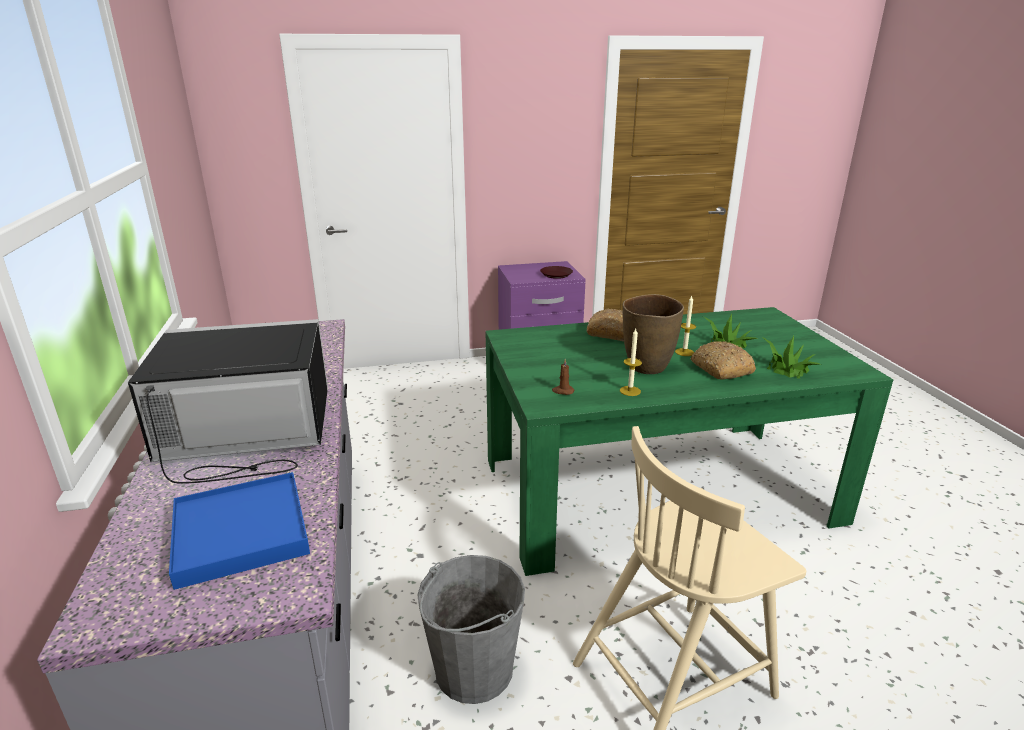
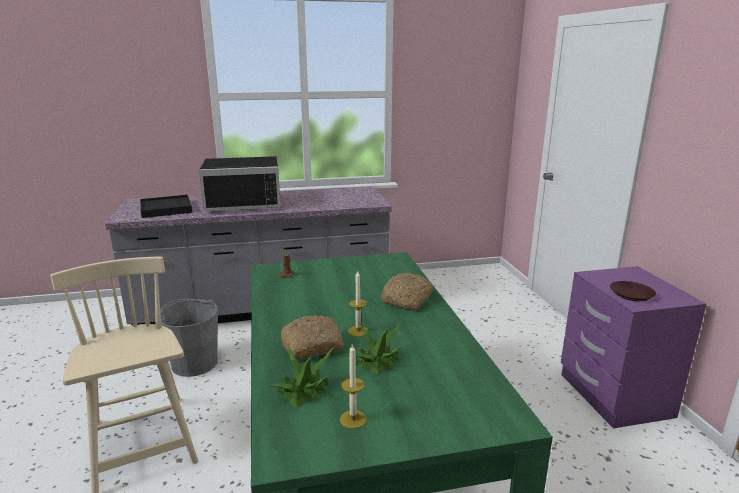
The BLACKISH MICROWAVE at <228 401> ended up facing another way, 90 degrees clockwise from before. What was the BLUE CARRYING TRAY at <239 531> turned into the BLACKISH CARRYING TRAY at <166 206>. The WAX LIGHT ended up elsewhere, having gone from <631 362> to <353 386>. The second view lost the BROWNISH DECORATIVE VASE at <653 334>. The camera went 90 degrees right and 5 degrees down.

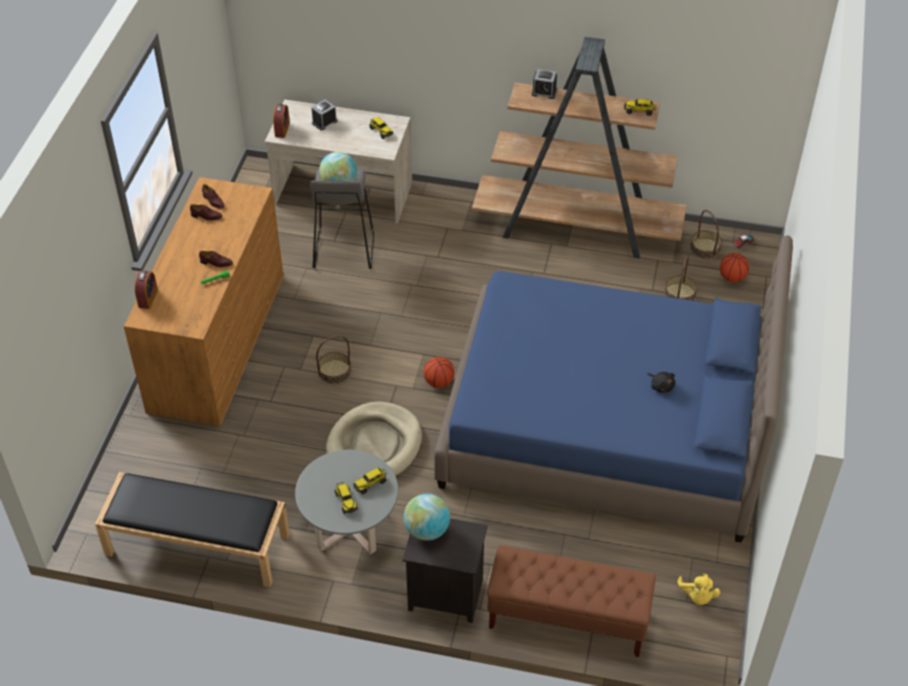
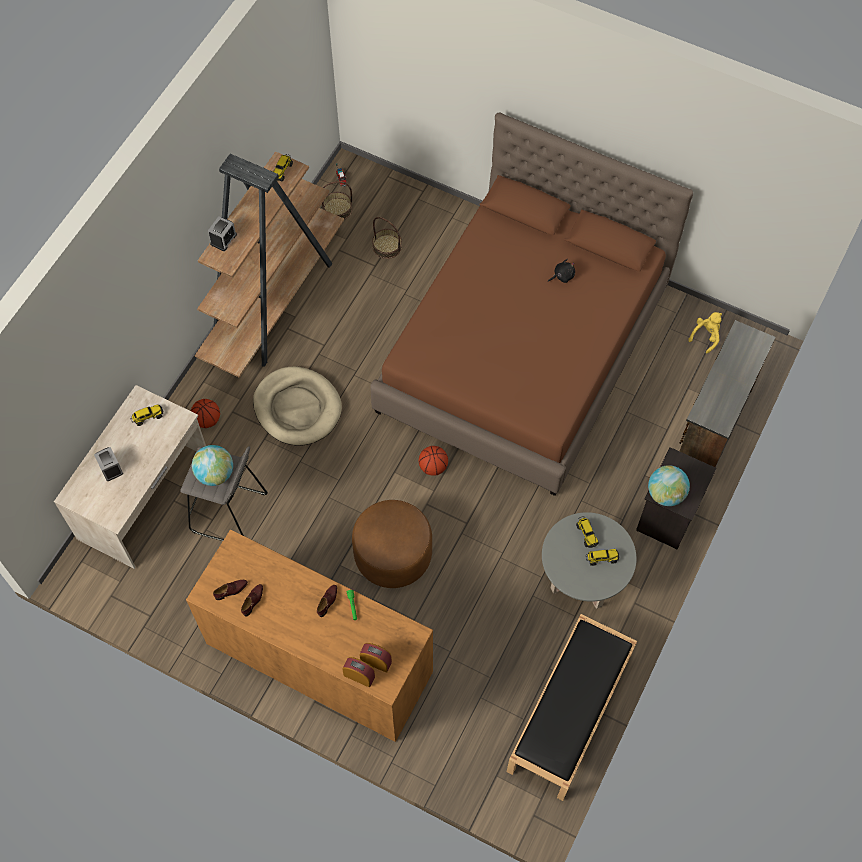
The TABLE CLOCK ended up elsewhere, having gone from <281 121> to <375 658>. Where the STORAGE BASKET stood at <333 359>, the BROWNISH OTTOMAN came to stand at <392 544>. The BEIGE DOG CUSHION ended up elsewhere, having gone from <374 438> to <297 405>. What was the BLUE BED at <613 389> turned into the BROWNISH BED at <531 304>. Where the BROWNISH INDOOR BENCH stood at <571 601>, the BROWNISH DRAWER CHEST came to stand at <727 394>. The YELLOW-COLOURED SOFT TOY at <698 589> ended up facing another way, 60 degrees counterclockwise from before. The BASKETBALL ended up elsewhere, having gone from <734 267> to <205 413>. The camera went 75 degrees left and 15 degrees up.

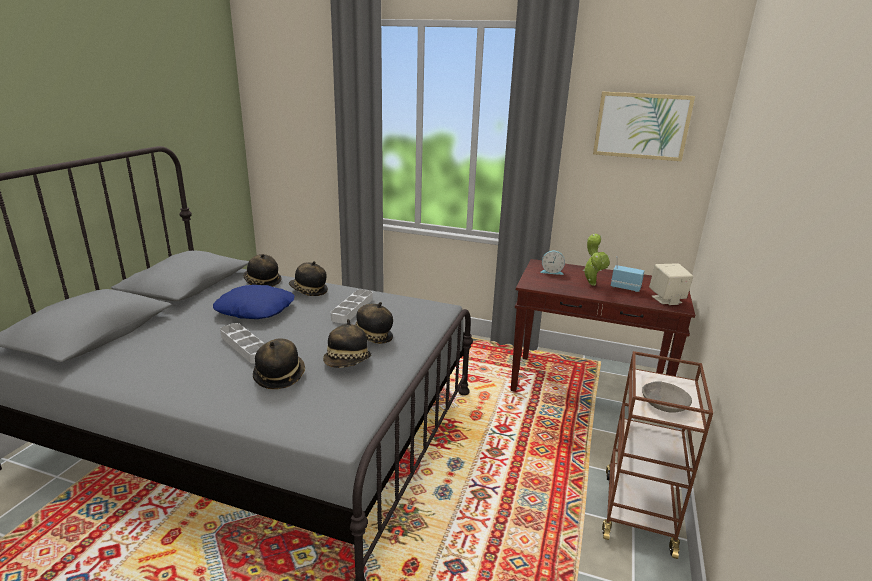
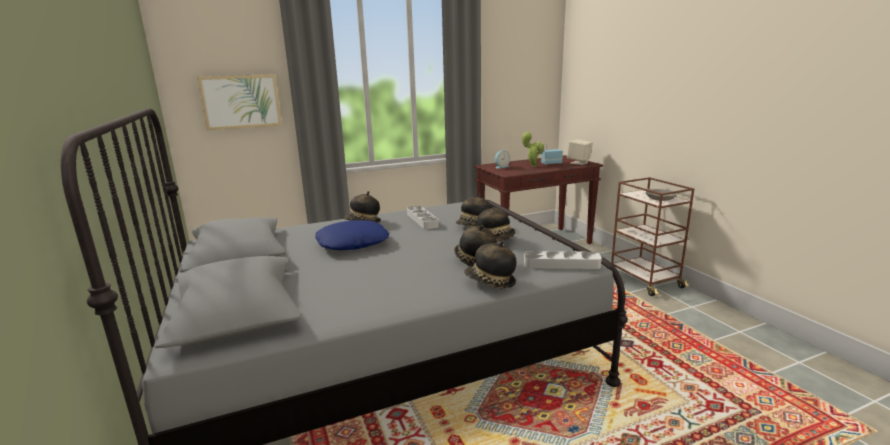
The GREY CARRYING TRAY ended up elsewhere, having gone from <242 343> to <563 260>. The HAT ended up elsewhere, having gone from <262 270> to <490 265>. The WALL PICTURE ended up elsewhere, having gone from <644 126> to <239 102>. The camera went 40 degrees left and 5 degrees down.

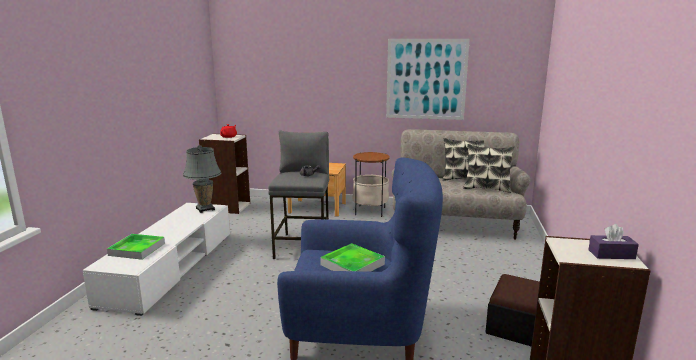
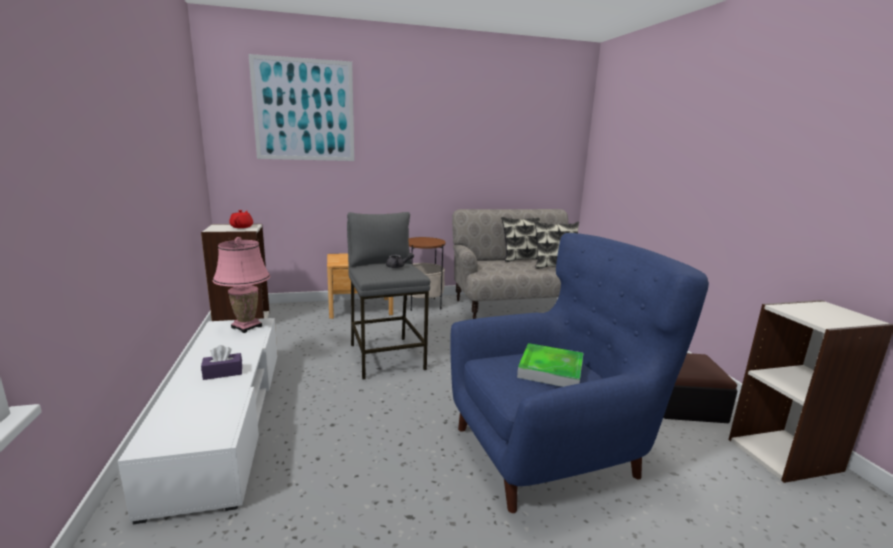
The second view lost the CARRYING TRAY at <136 247>. What was the GREY TABLETOP LAMP at <202 179> turned into the PINK TABLETOP LAMP at <241 285>. The WALL PICTURE ended up elsewhere, having gone from <428 79> to <301 107>. The PURPLISH BOX OF TISSUES ended up elsewhere, having gone from <613 241> to <221 362>. The camera went 25 degrees left and 0 degrees up.

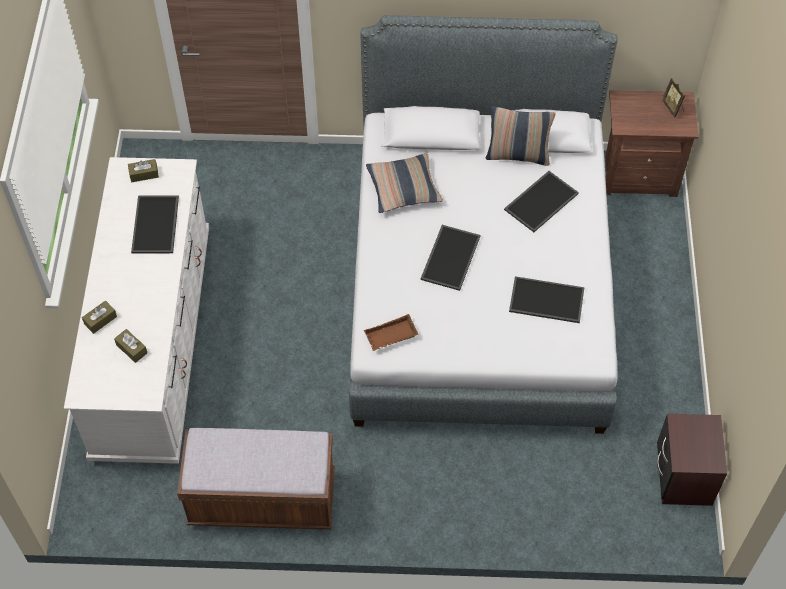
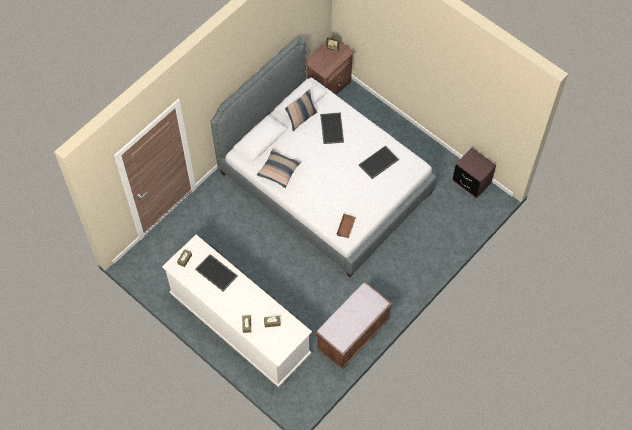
The second view lost the CARRYING TRAY at <451 258>. The camera went 50 degrees left and 5 degrees up.

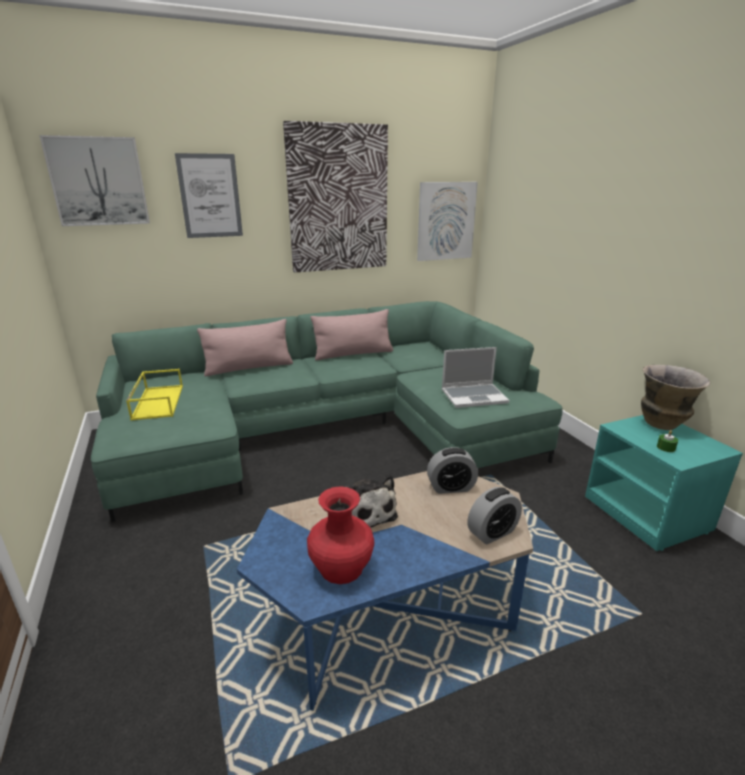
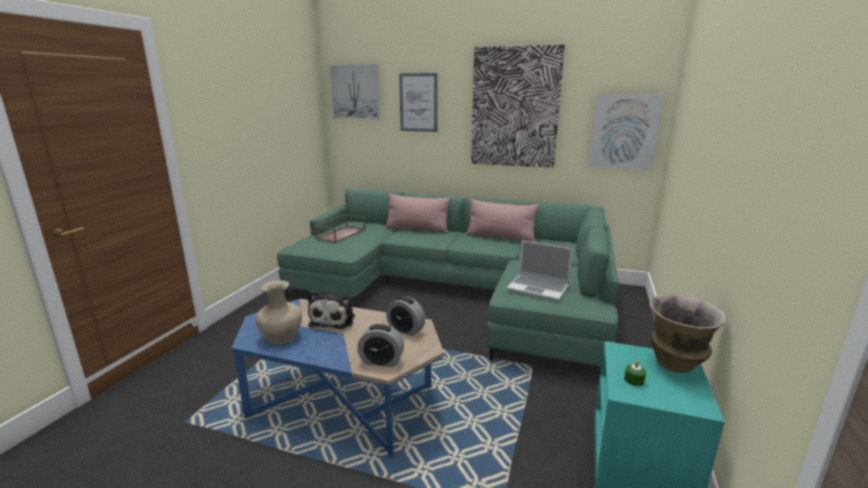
What was the YELLOW-COLOURED CARRYING TRAY at <154 395> turned into the BROWNISH CARRYING TRAY at <340 228>. What was the REDDISH DECORATIVE VASE at <340 535> turned into the BEIGE DECORATIVE VASE at <279 312>. The camera went 40 degrees right and 5 degrees down.

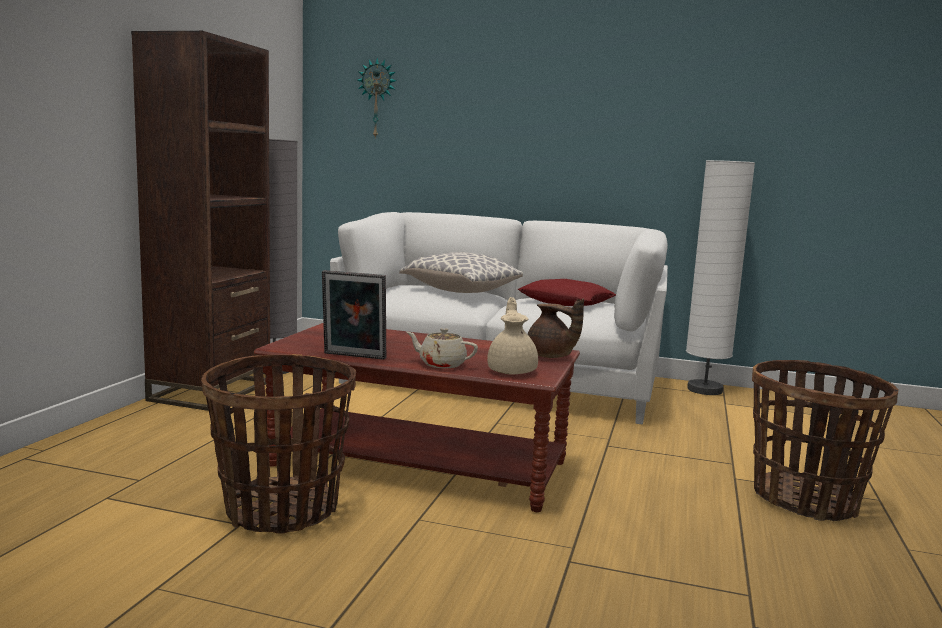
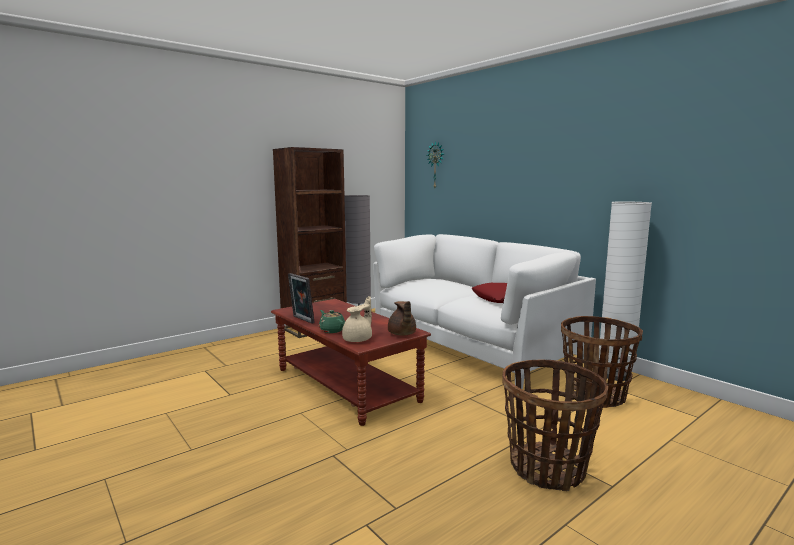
The STORAGE BASKET ended up elsewhere, having gone from <278 444> to <602 362>. The second view lost the CUSHION at <461 272>. What was the BEIGE POT FOR TEA at <442 348> turned into the GREEN POT FOR TEA at <332 321>. The camera went 35 degrees right and 0 degrees up.

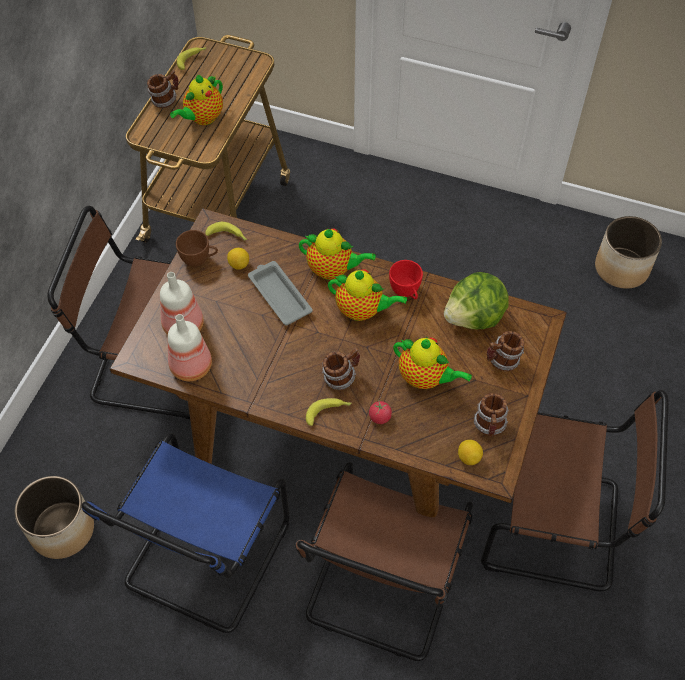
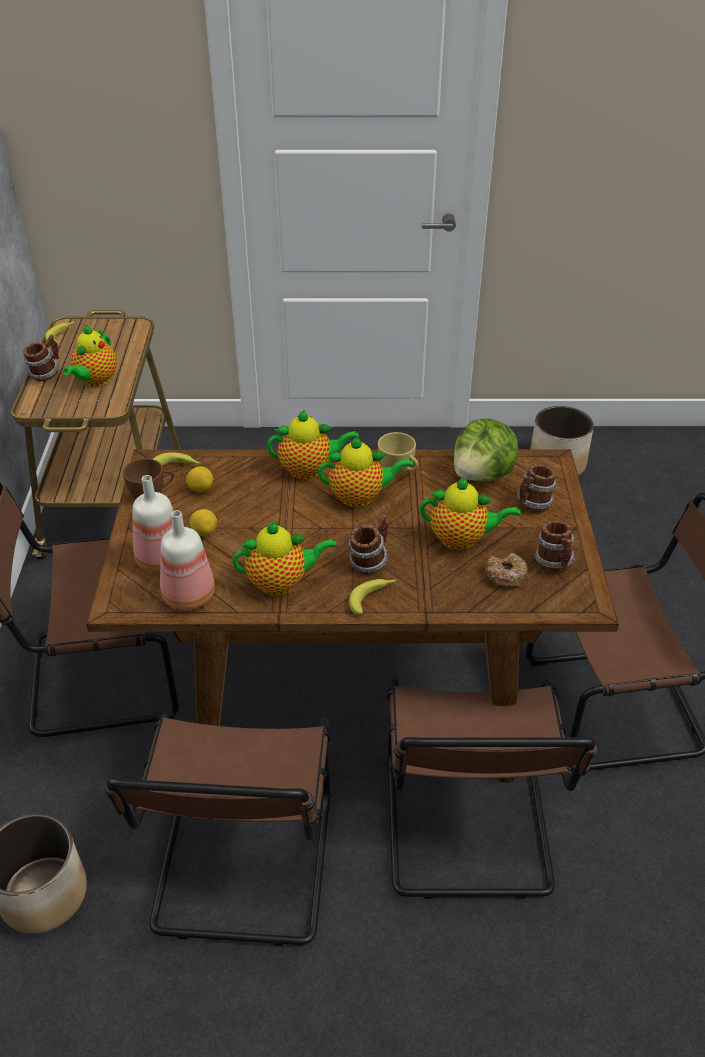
What was the BLUE UPRIGHT CHAIR at <186 533> turned into the BROWNISH UPRIGHT CHAIR at <217 827>. The second view lost the GREY CARRYING TRAY at <280 293>. The second view lost the WHOLE TOMATO at <380 411>. What was the REDDISH CUP at <406 279> turned into the YELLOW-COLOURED CUP at <398 453>. The LEMON ended up elsewhere, having gone from <470 452> to <203 522>. The second view gained the POT FOR TEA at <284 558>. The second view gained the DONUT at <507 571>. The camera went 20 degrees left and 15 degrees down.

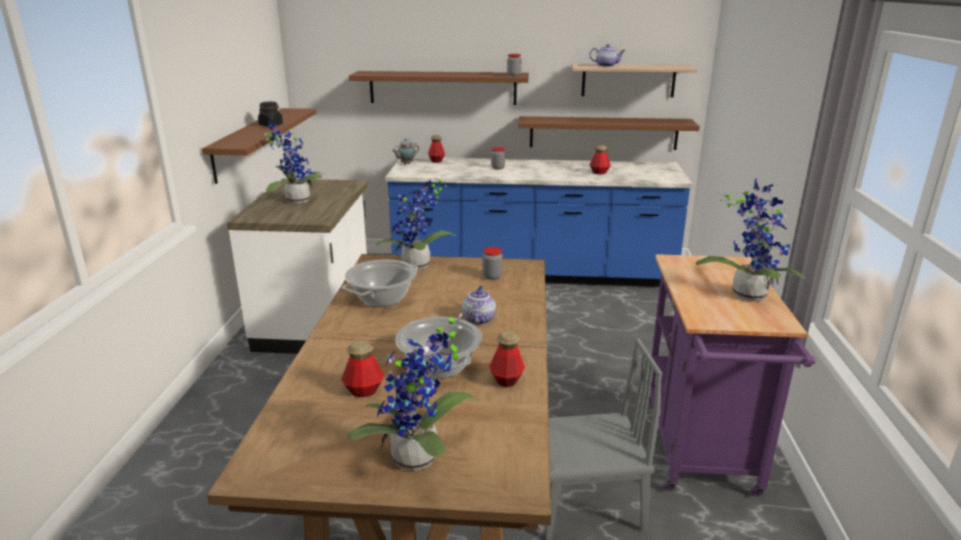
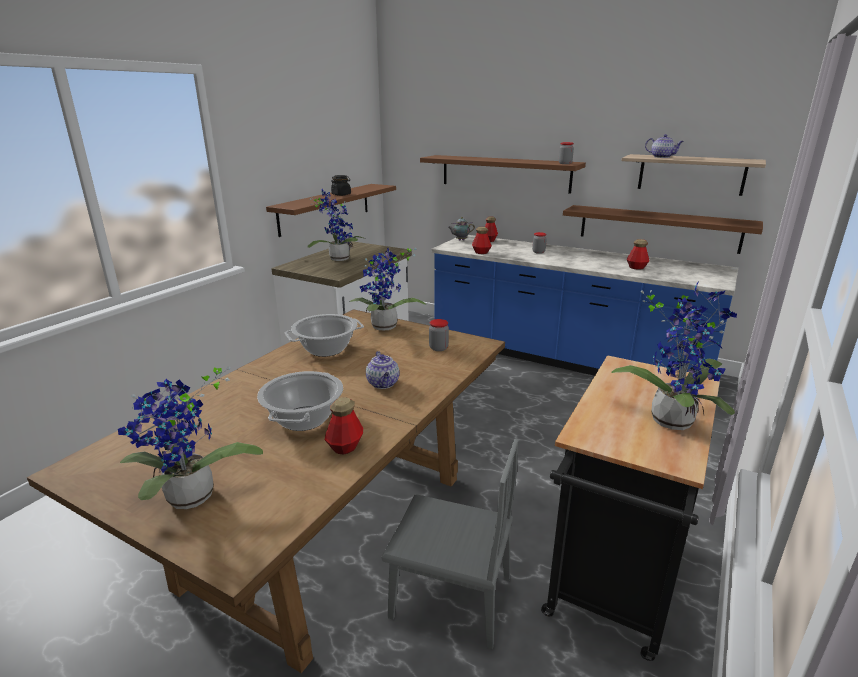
The BOTTLE ended up elsewhere, having gone from <363 369> to <482 240>. The POT FOR TEA at <479 305> ended up facing another way, 135 degrees clockwise from before. What was the PURPLISH TROLLEY at <730 375> turned into the BLACKISH TROLLEY at <630 508>. The camera went 25 degrees right and 0 degrees up.

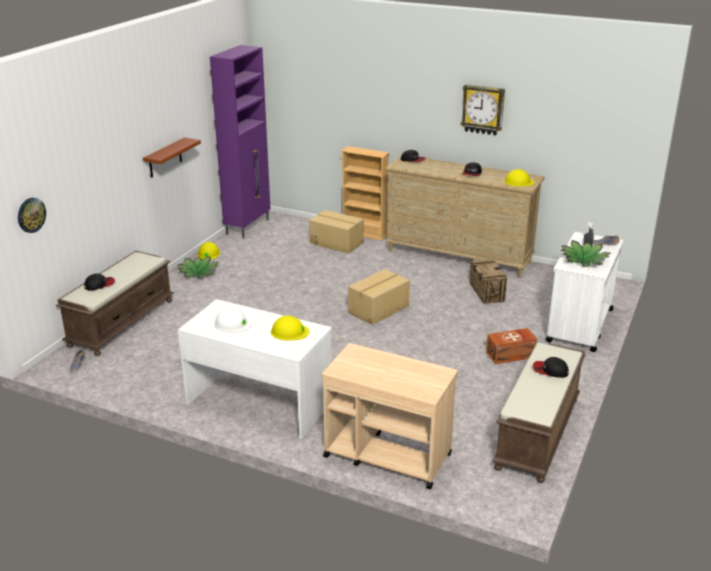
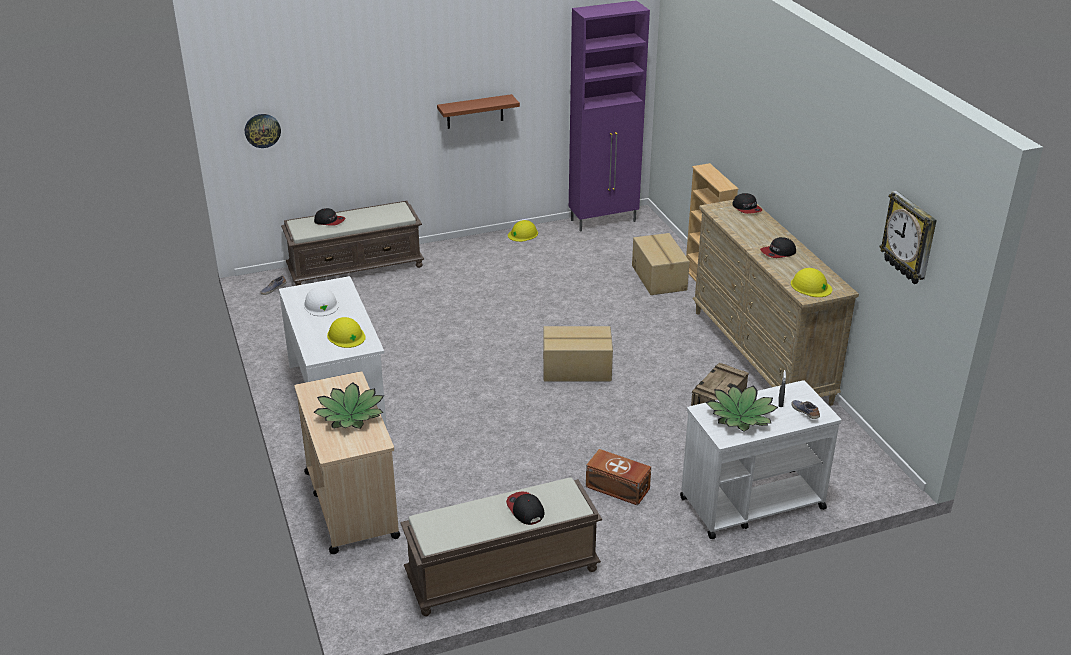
The POTTED PLANT ended up elsewhere, having gone from <198 267> to <348 405>. The CLOCK ON THE WALL ended up elsewhere, having gone from <483 110> to <908 237>. The camera went 45 degrees right and 5 degrees up.

